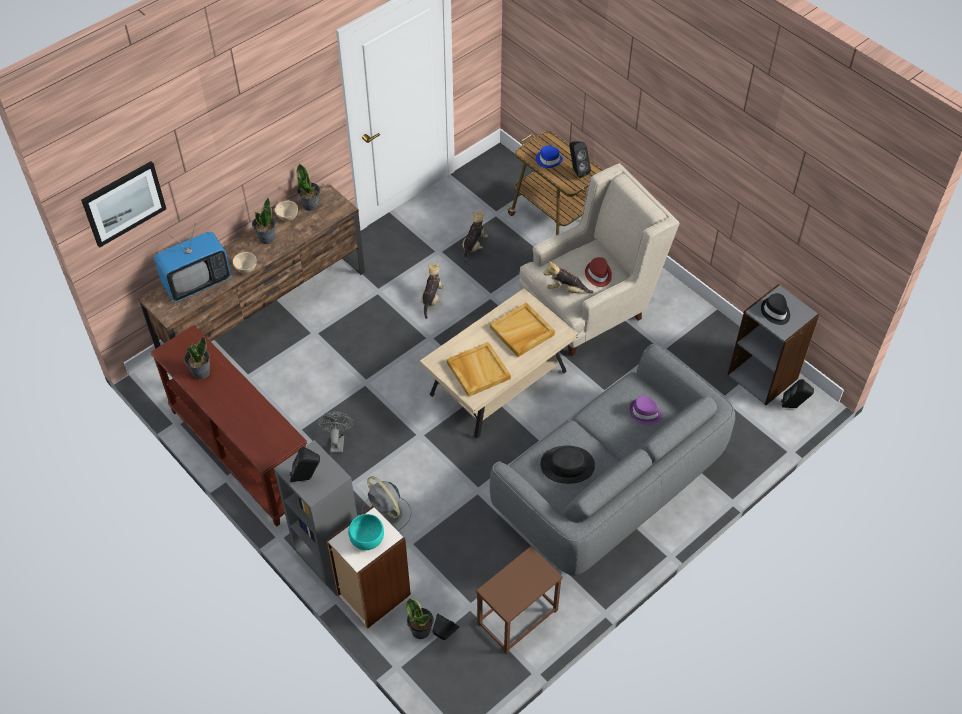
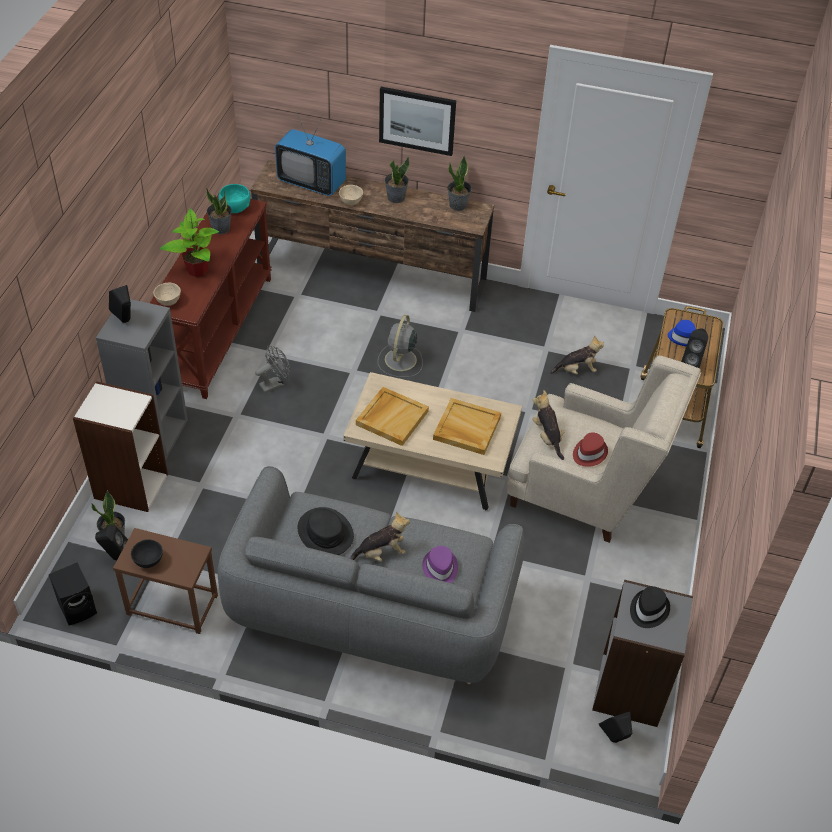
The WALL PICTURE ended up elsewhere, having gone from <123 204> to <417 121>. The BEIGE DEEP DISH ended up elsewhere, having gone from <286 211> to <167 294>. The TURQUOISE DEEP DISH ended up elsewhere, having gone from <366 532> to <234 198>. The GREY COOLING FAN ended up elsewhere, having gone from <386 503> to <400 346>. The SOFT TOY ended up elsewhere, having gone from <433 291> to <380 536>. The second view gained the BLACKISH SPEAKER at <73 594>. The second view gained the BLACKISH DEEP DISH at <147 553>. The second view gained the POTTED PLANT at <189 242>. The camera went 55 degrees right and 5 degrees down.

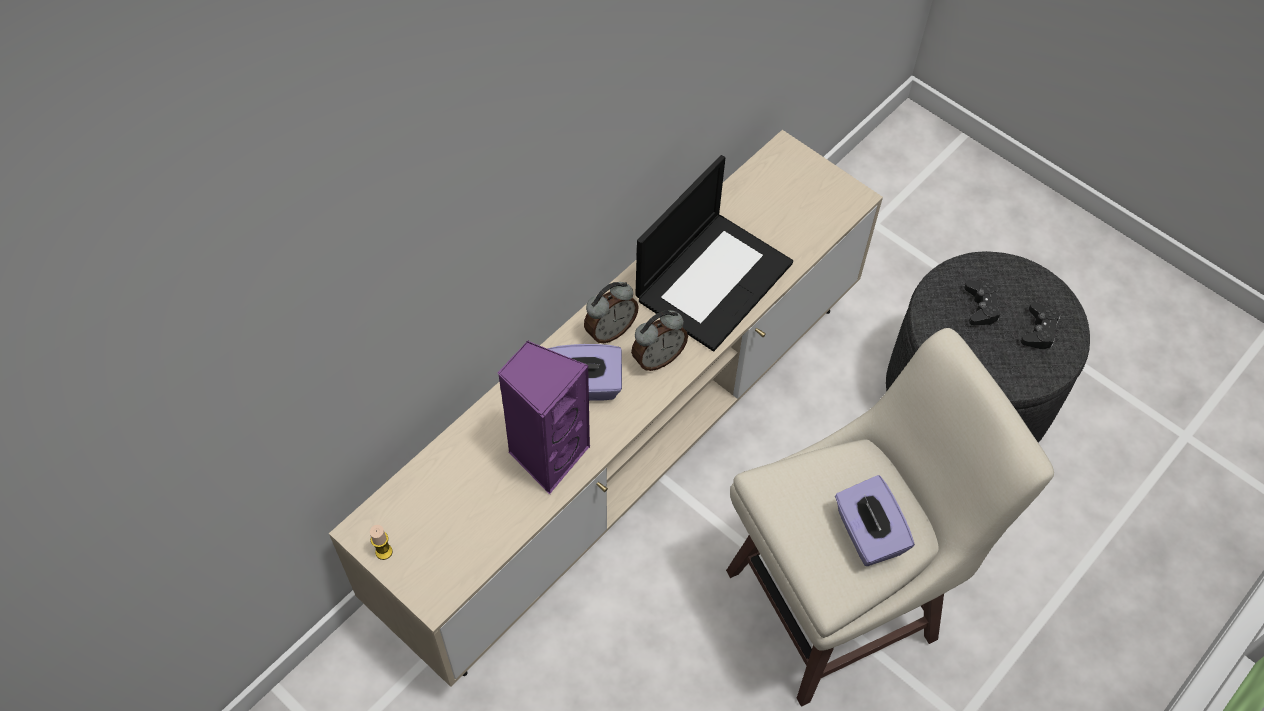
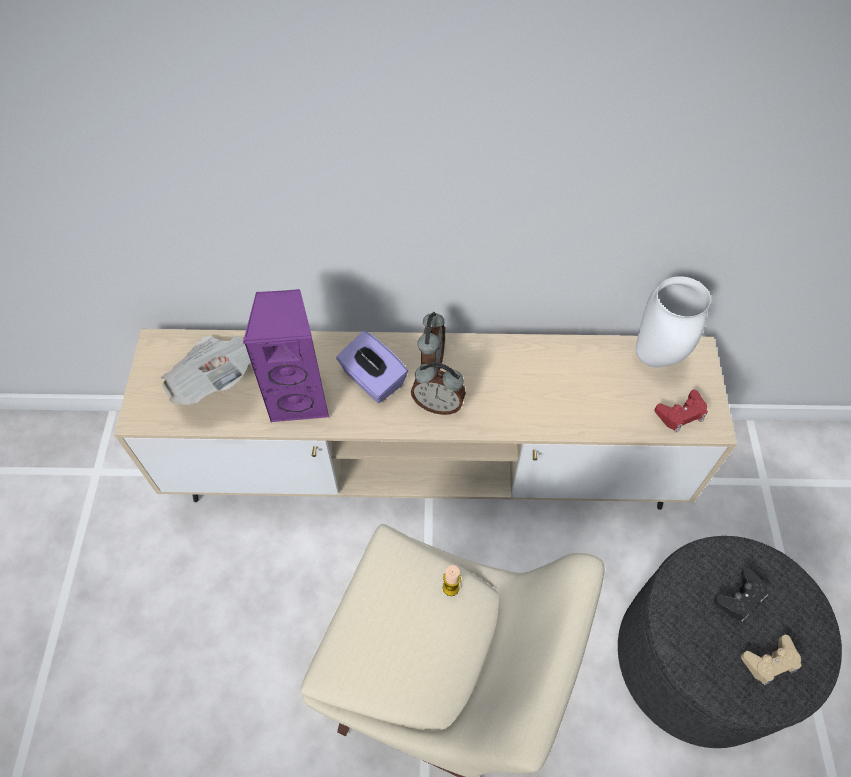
The WAX LIGHT ended up elsewhere, having gone from <381 542> to <452 580>. The TABLE CLOCK at <611 312> ended up facing another way, 90 degrees counterclockwise from before. The second view lost the LAPTOP at <714 253>. The second view lost the PURPLISH BOX OF TISSUES at <875 520>. What was the BLACKISH JOYPAD at <1040 325> turned into the BEIGE JOYPAD at <771 660>. The second view gained the NEWSPAPER at <206 370>. The second view gained the WHITISH DECORATIVE VASE at <673 321>. The second view gained the REDDISH JOYPAD at <681 411>. The camera went 50 degrees right and 0 degrees up.

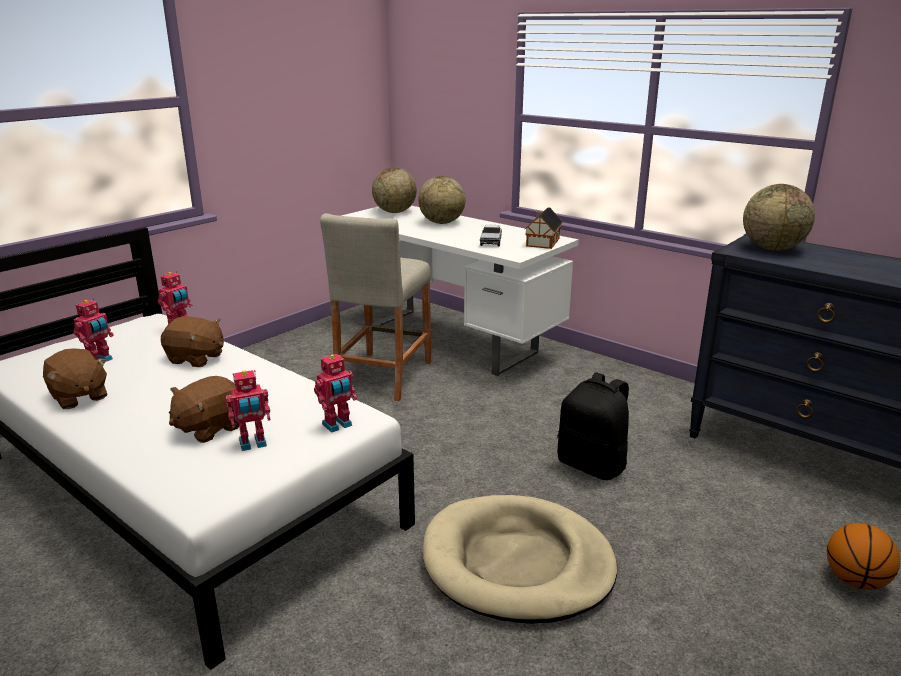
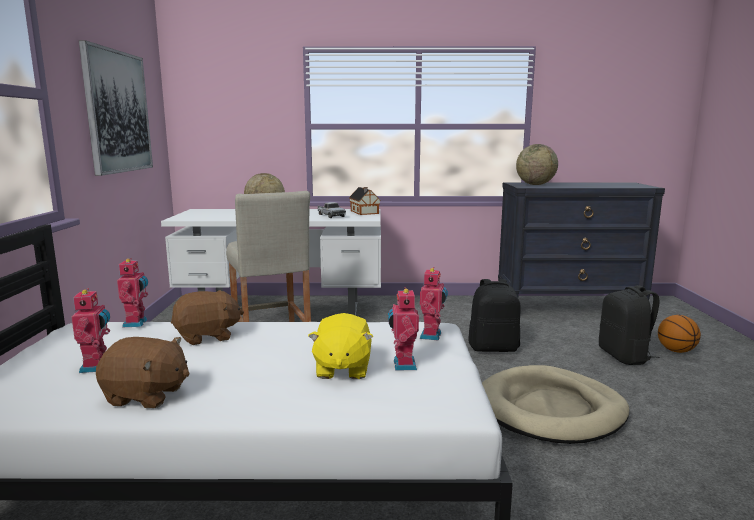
What was the BROWNISH SOFT TOY at <204 409> turned into the YELLOW-COLOURED SOFT TOY at <340 346>. The MODEL ROBOT at <248 410> ended up facing another way, 150 degrees clockwise from before. The second view lost the WORLD GLOBE at <394 190>. The second view gained the WALL PICTURE at <116 108>. The second view gained the BLACKISH KNAPSACK at <629 325>. The camera went 40 degrees left and 10 degrees down.

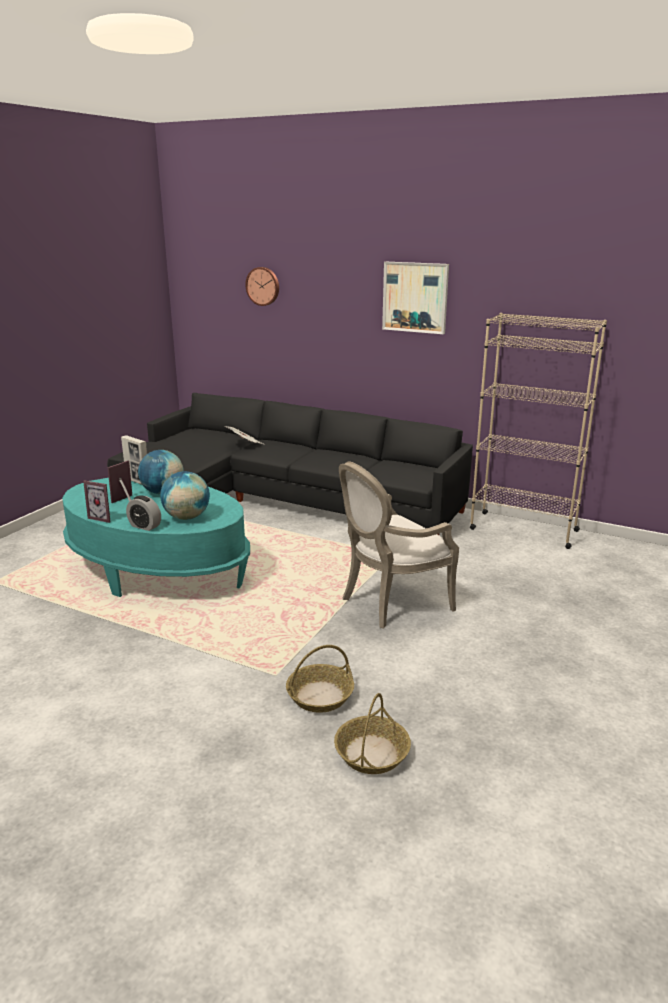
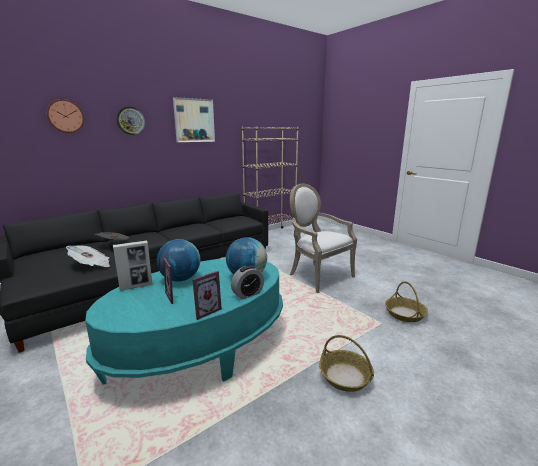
The STORAGE BASKET ended up elsewhere, having gone from <372 733> to <346 363>. The ARMCHAIR at <399 545> ended up facing another way, 150 degrees clockwise from before. The second view gained the NEWSPAPER at <88 256>. The second view gained the CLOCK ON THE WALL at <130 120>. The camera went 65 degrees left and 5 degrees down.

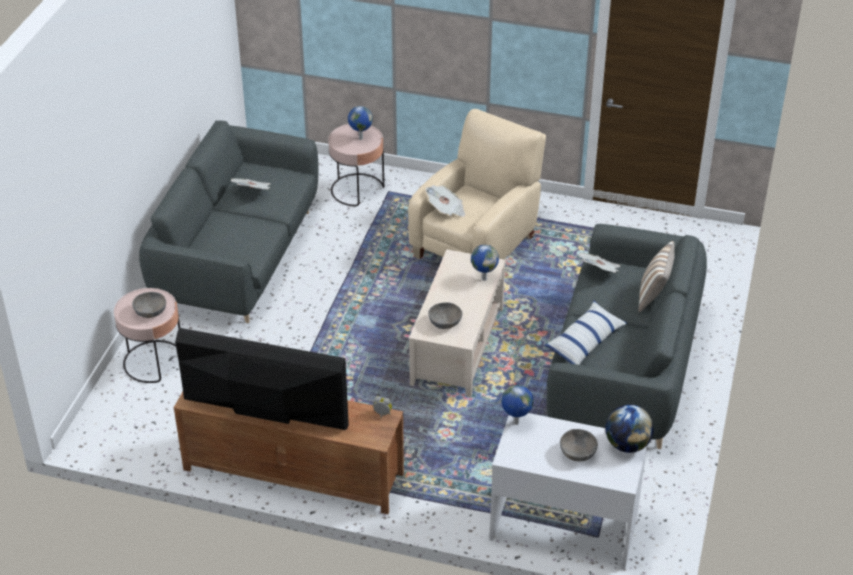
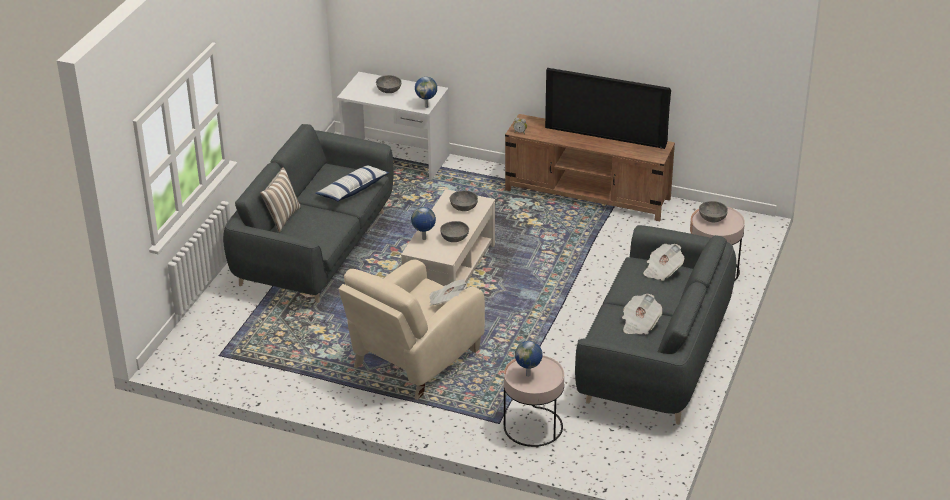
The NEWSPAPER ended up elsewhere, having gone from <599 263> to <663 262>. The second view lost the WORLD GLOBE at <629 428>. The second view gained the GREY DEEP DISH at <454 231>. The camera went 175 degrees left and 5 degrees down.

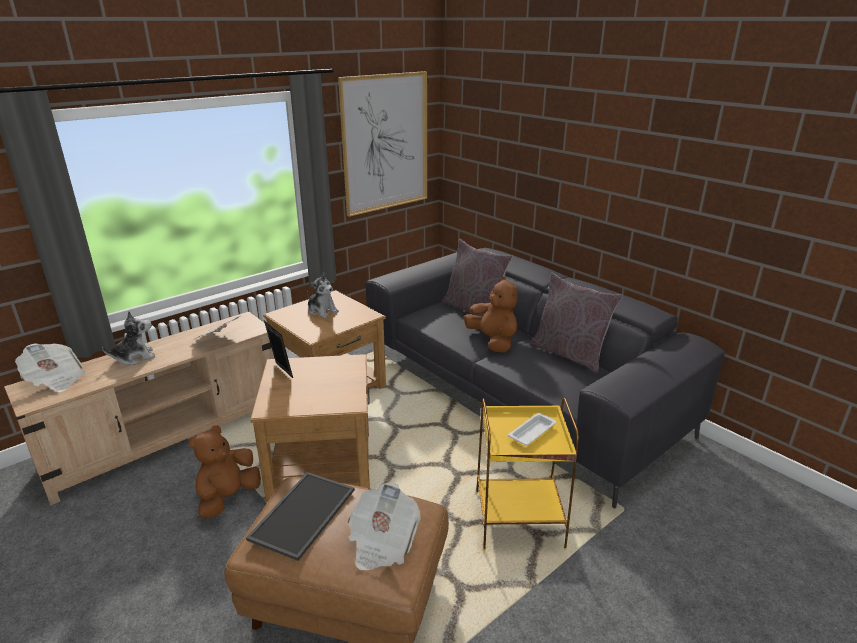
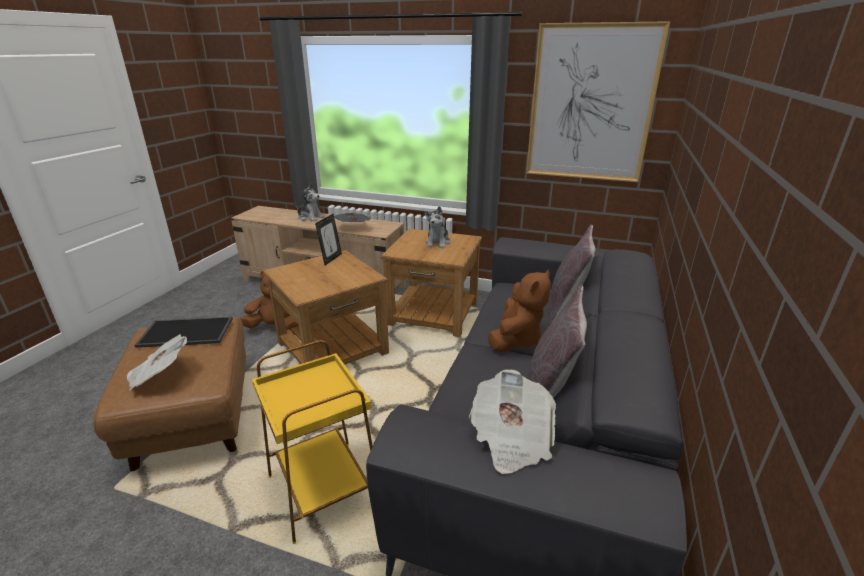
The NEWSPAPER ended up elsewhere, having gone from <50 367> to <512 422>. The second view lost the WHITISH CARRYING TRAY at <532 429>. The camera went 60 degrees right and 0 degrees up.

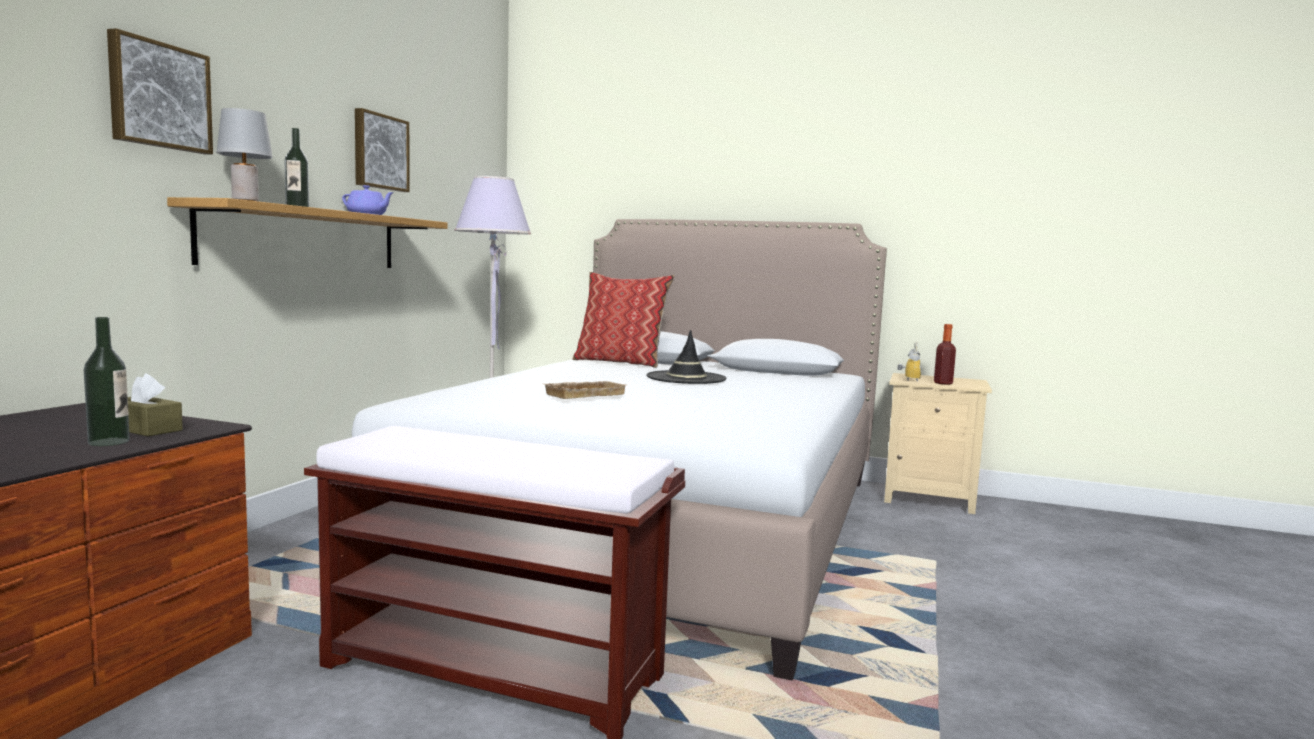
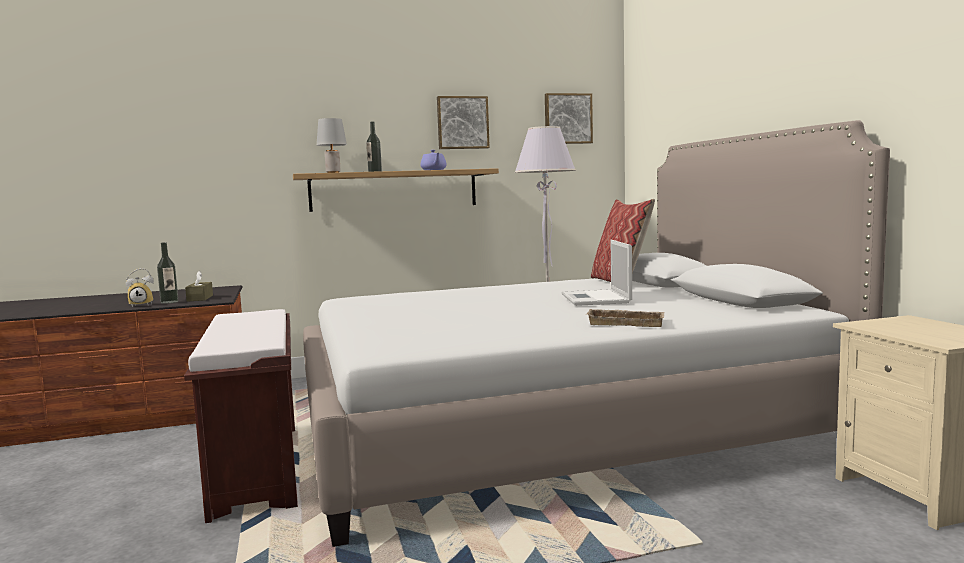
The WALL PICTURE ended up elsewhere, having gone from <160 91> to <569 118>. The BEIGE CARRYING TRAY ended up elsewhere, having gone from <583 390> to <625 318>. Where the BLACKISH HAT stood at <686 357>, the LAPTOP came to stand at <597 273>. The TABLE CLOCK ended up elsewhere, having gone from <909 362> to <140 287>. The second view lost the BOTTLE at <945 354>. The camera went 55 degrees right and 0 degrees up.

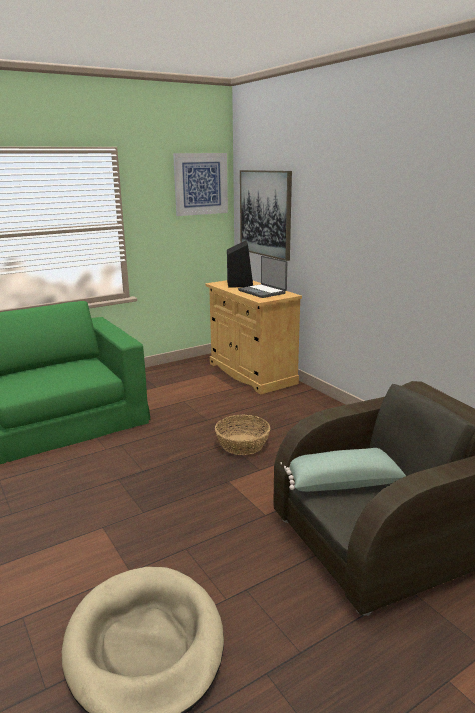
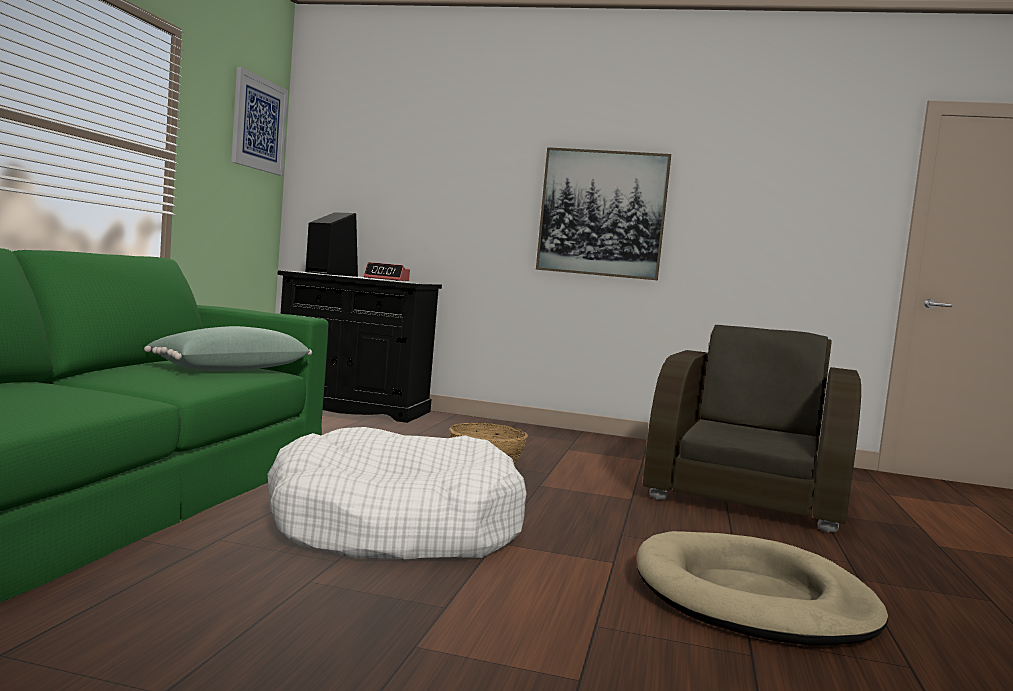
What was the BEIGE CUPBOARD at <253 337> turned into the BLACKISH CUPBOARD at <359 346>. Where the LAPTOP stood at <262 277>, the TABLE CLOCK came to stand at <387 271>. The WALL PICTURE ended up elsewhere, having gone from <266 215> to <603 213>. The GREEN CUSHION ended up elsewhere, having gone from <343 470> to <228 348>. The second view gained the WHITISH DOG CUSHION at <397 493>. The camera went 45 degrees left and 15 degrees down.

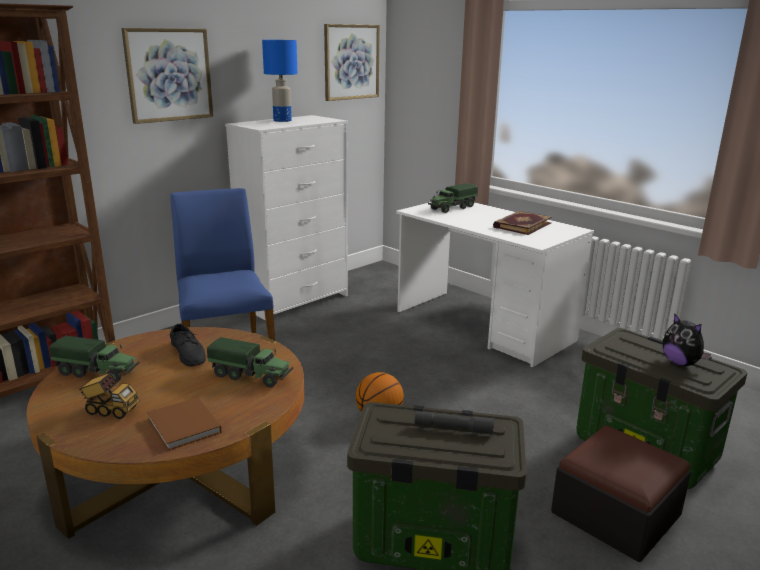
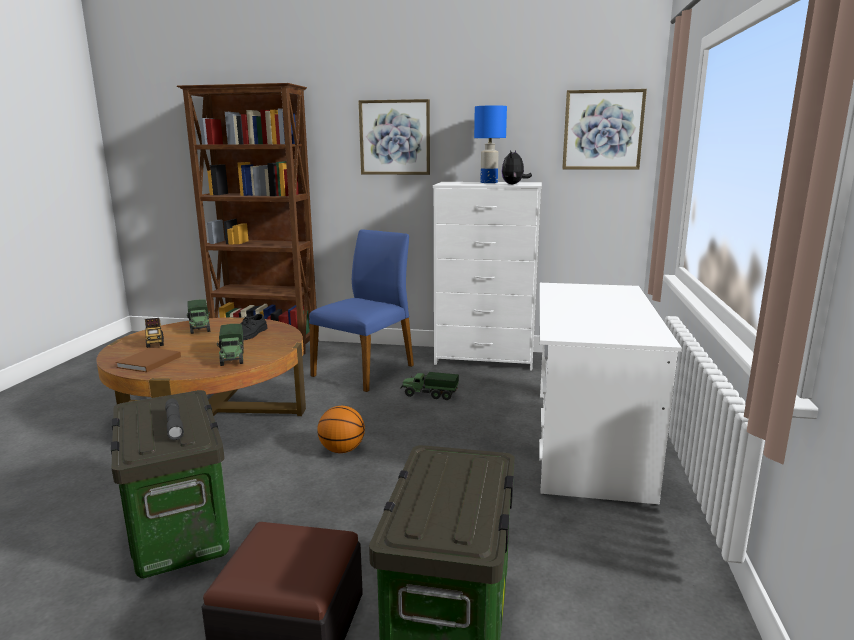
The MODEL TRUCK ended up elsewhere, having gone from <453 198> to <429 386>. The second view lost the BOOK at <522 223>. The SOFT TOY ended up elsewhere, having gone from <687 339> to <517 167>. The camera went 55 degrees right and 5 degrees down.

